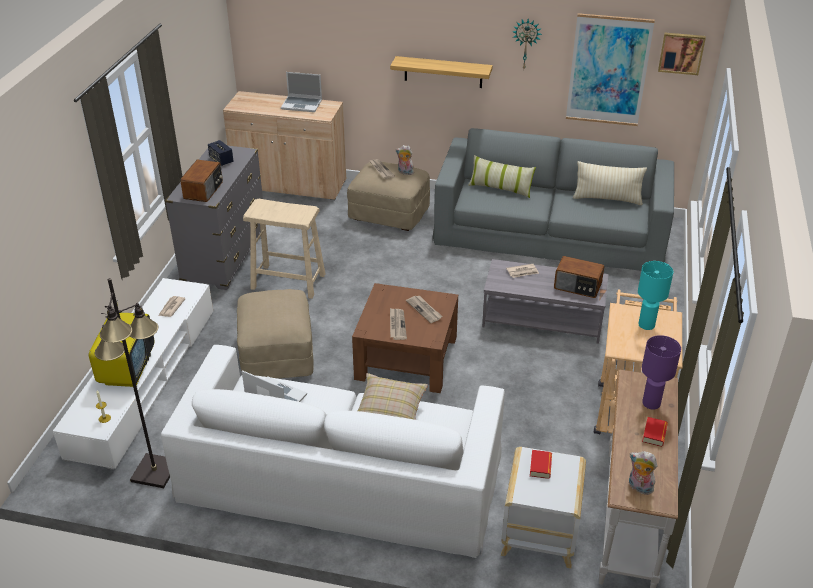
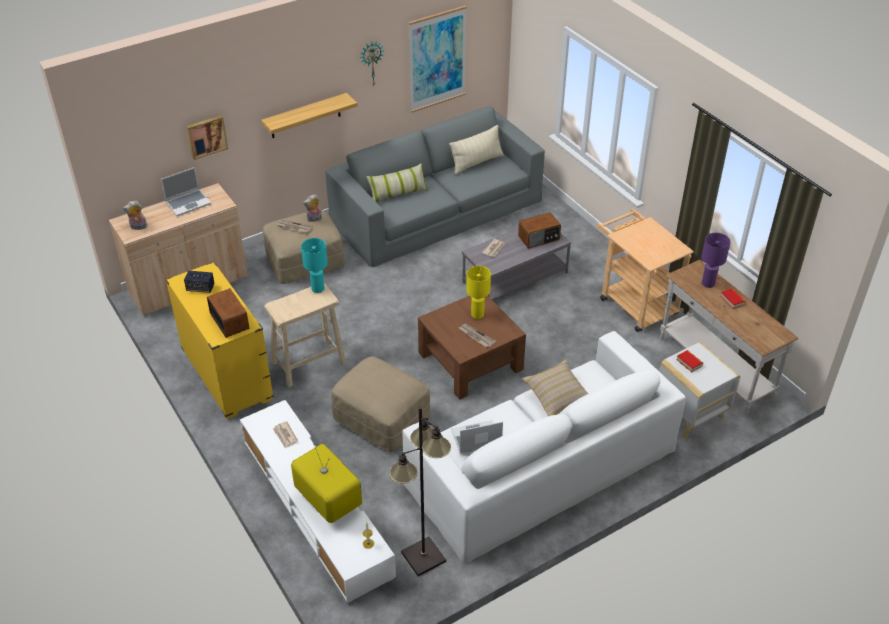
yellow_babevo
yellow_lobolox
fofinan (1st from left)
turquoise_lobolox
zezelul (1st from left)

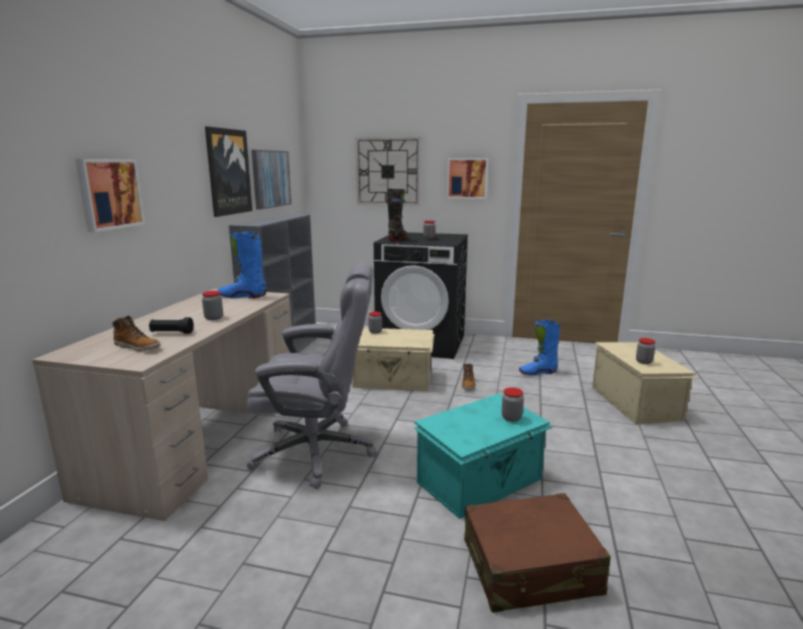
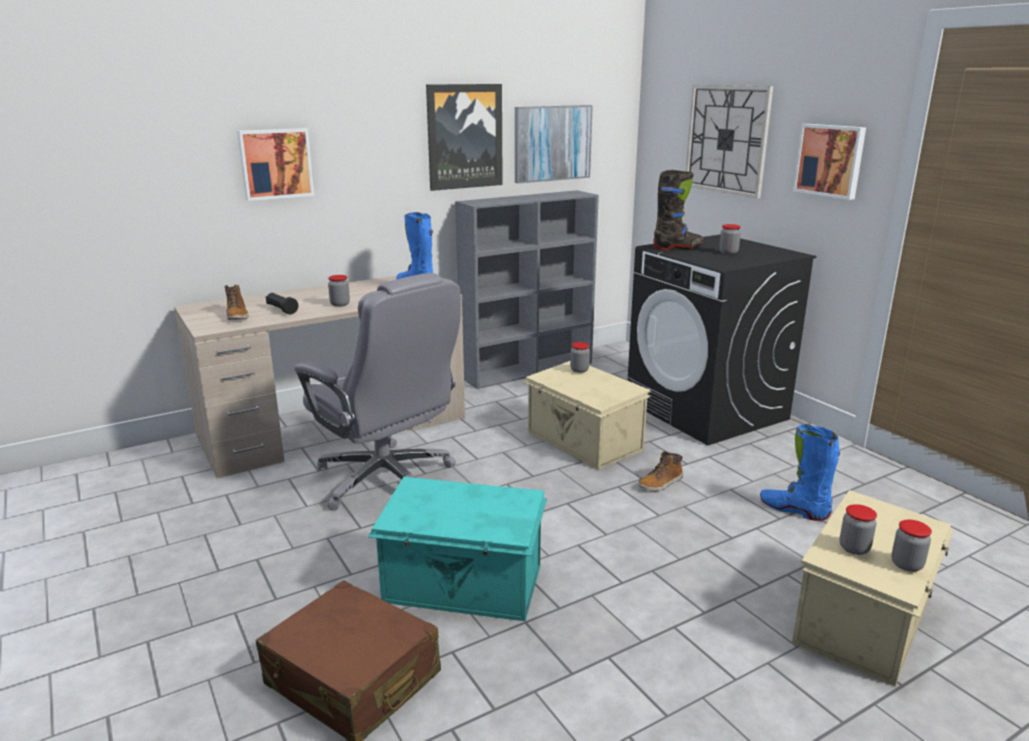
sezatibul (5th from left)

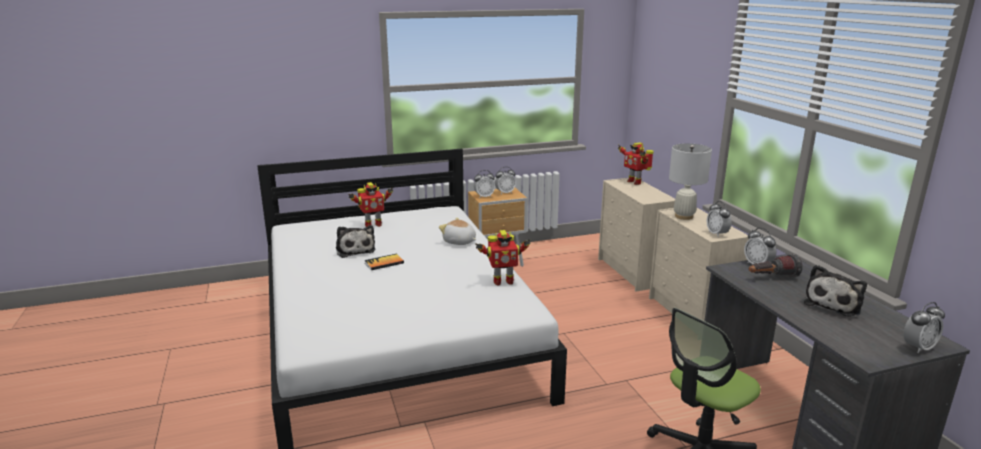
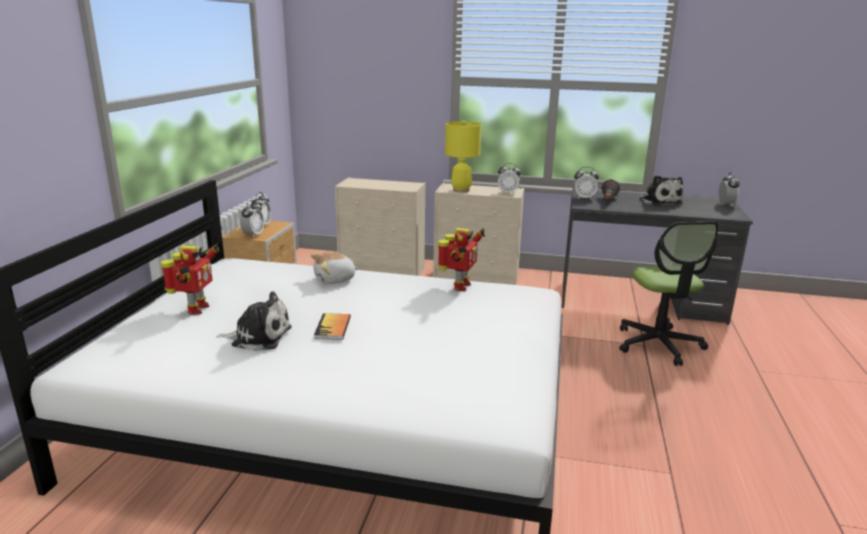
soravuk (3rd from left in the first image)
yellow_lobolox

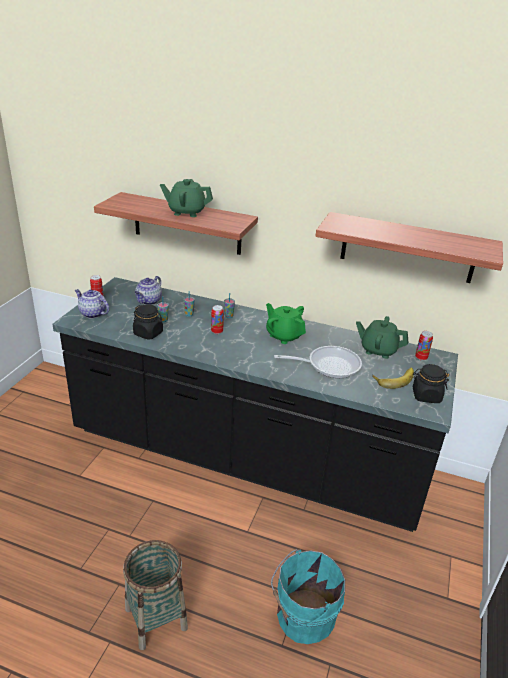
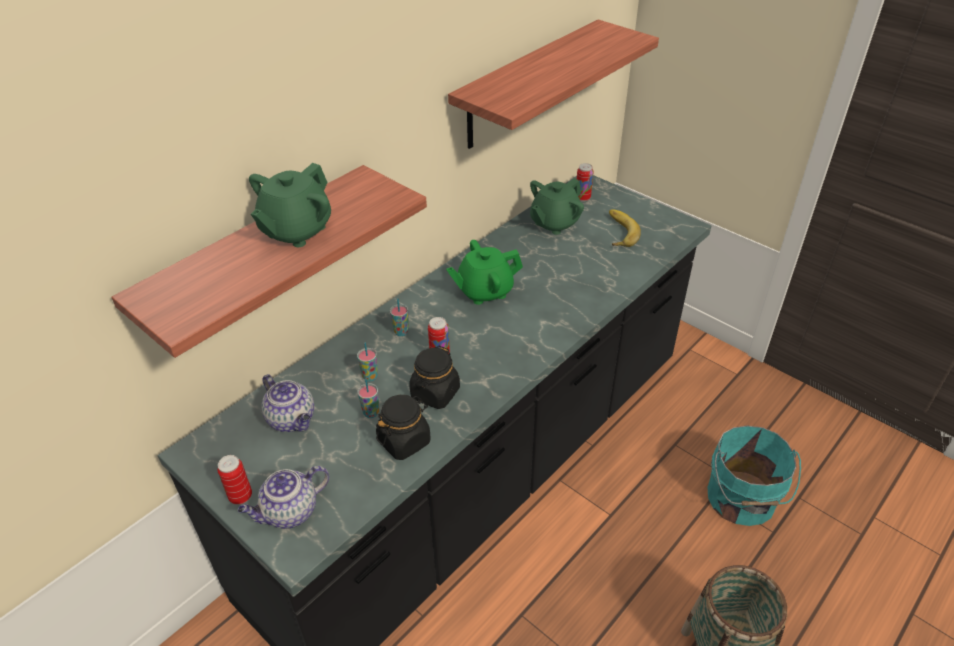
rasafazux
black_sezatibul (2nd from left)

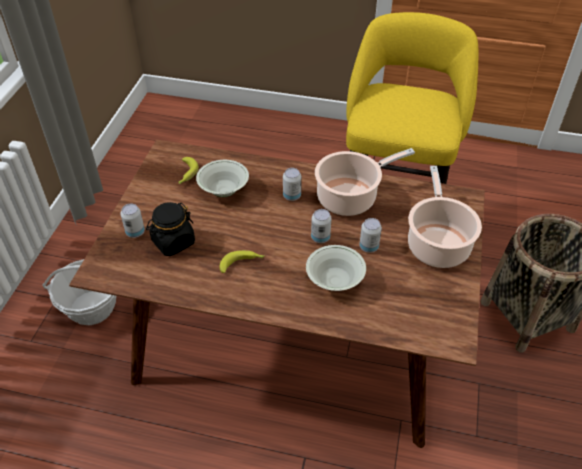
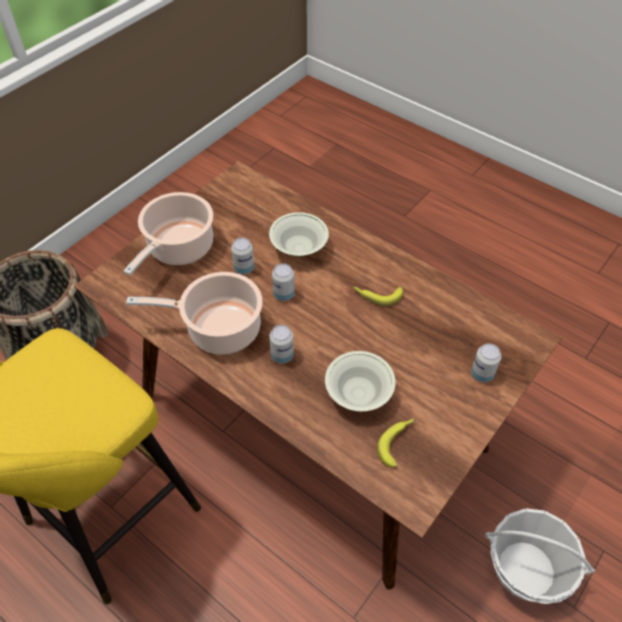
black_sezatibul

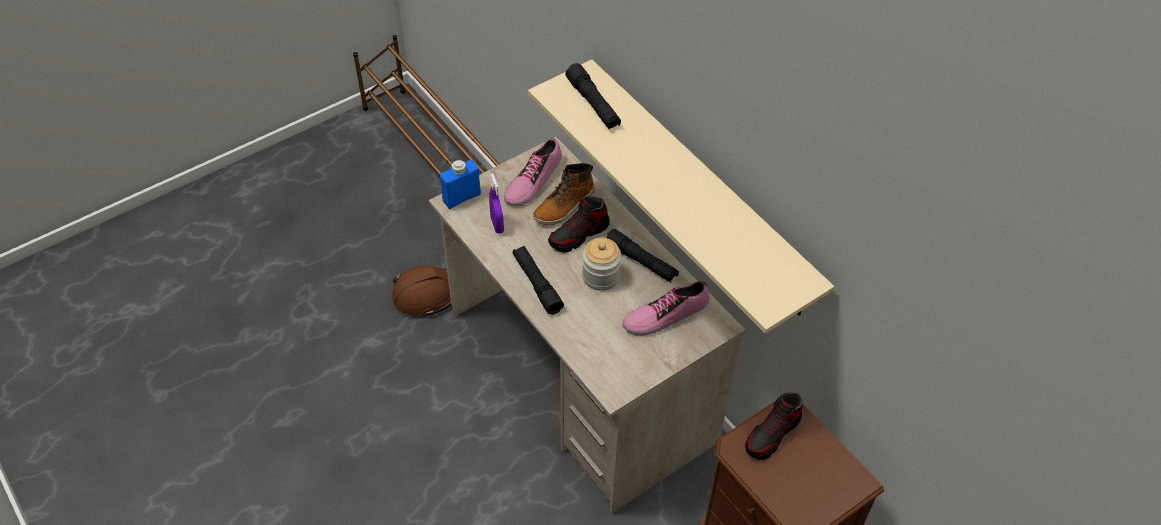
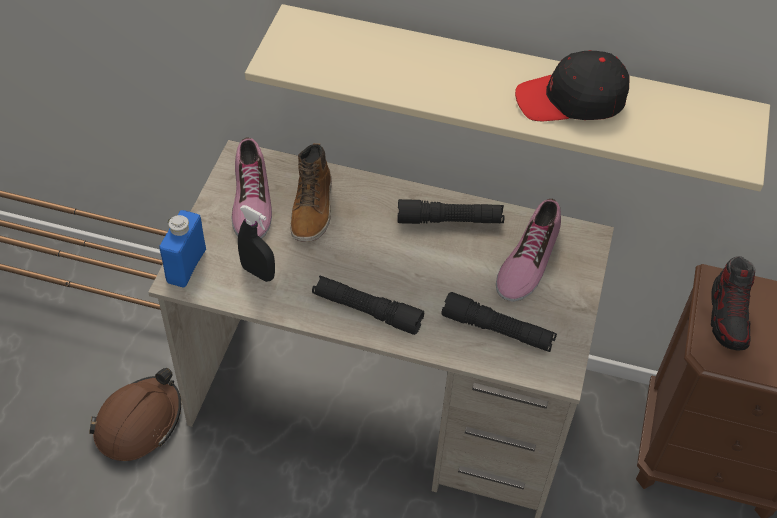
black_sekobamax
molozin (2nd from left in the first image)
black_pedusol (3rd from left)
sezatibul
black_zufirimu

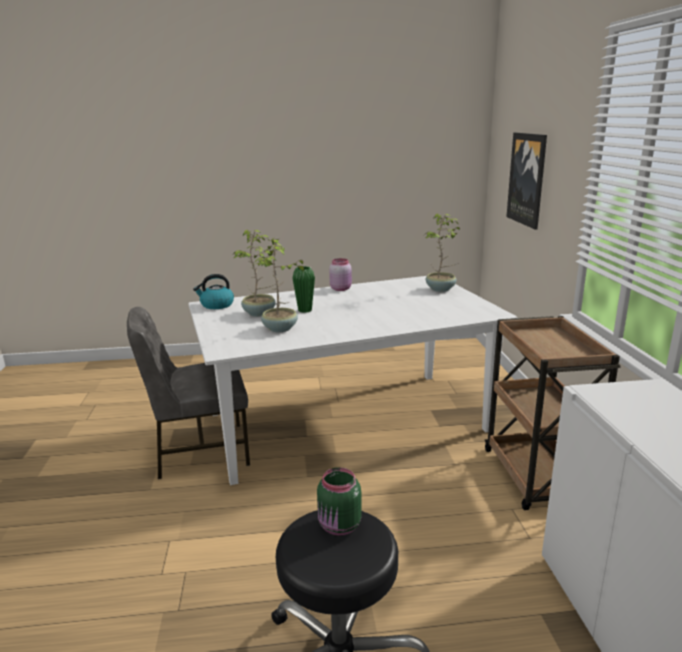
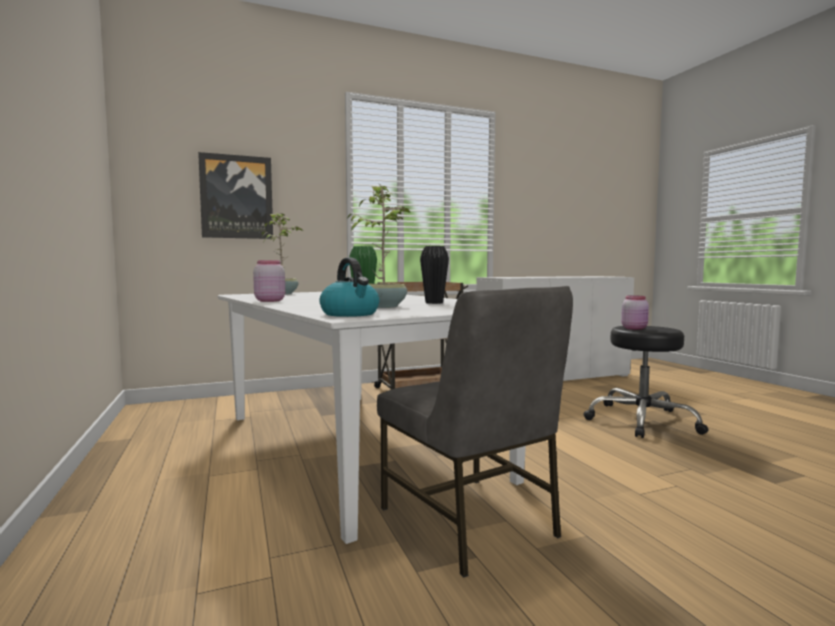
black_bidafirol
pink_sezatibul (2nd from left)

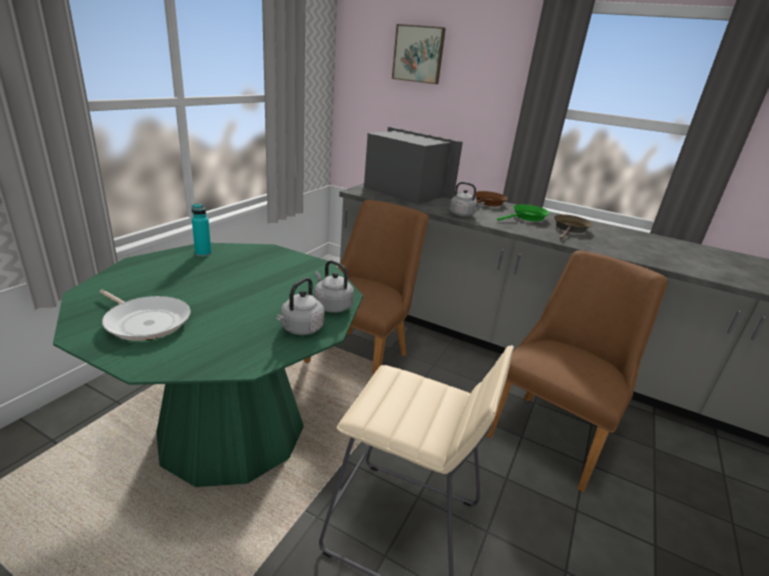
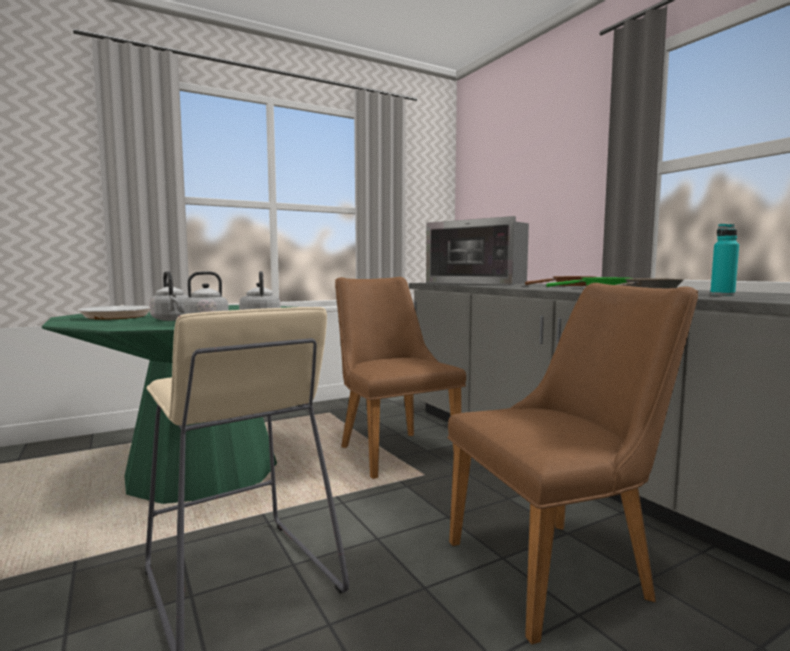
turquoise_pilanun
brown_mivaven (1st from left)
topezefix
zezelul
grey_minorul (1st from left)

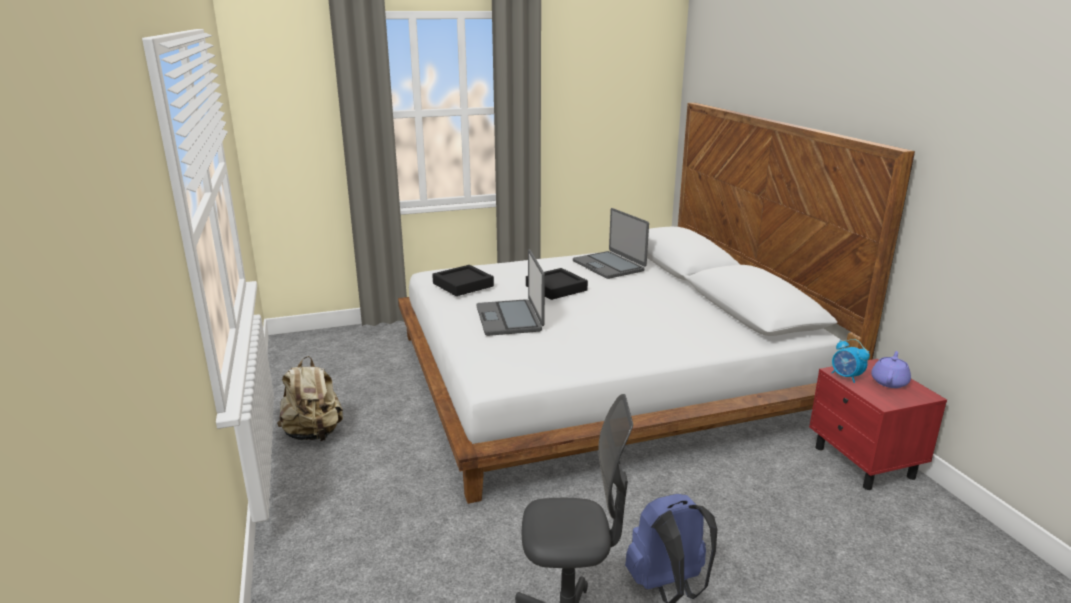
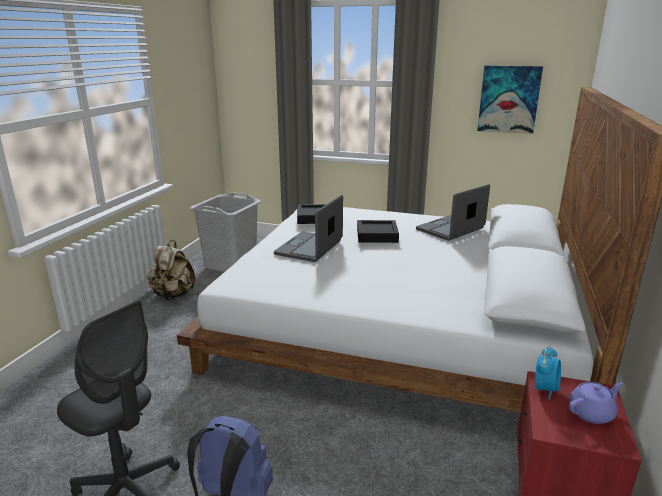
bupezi (2nd from left)
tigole
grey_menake
zezelul

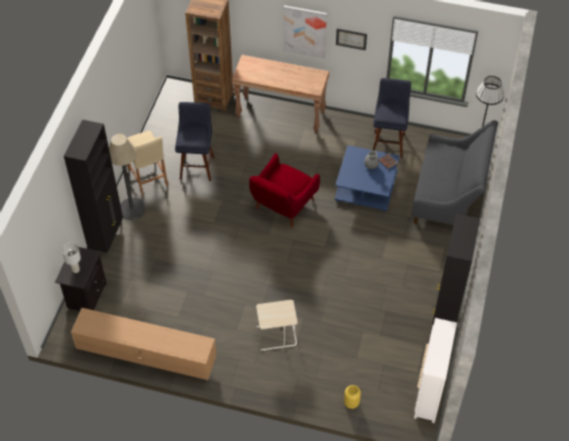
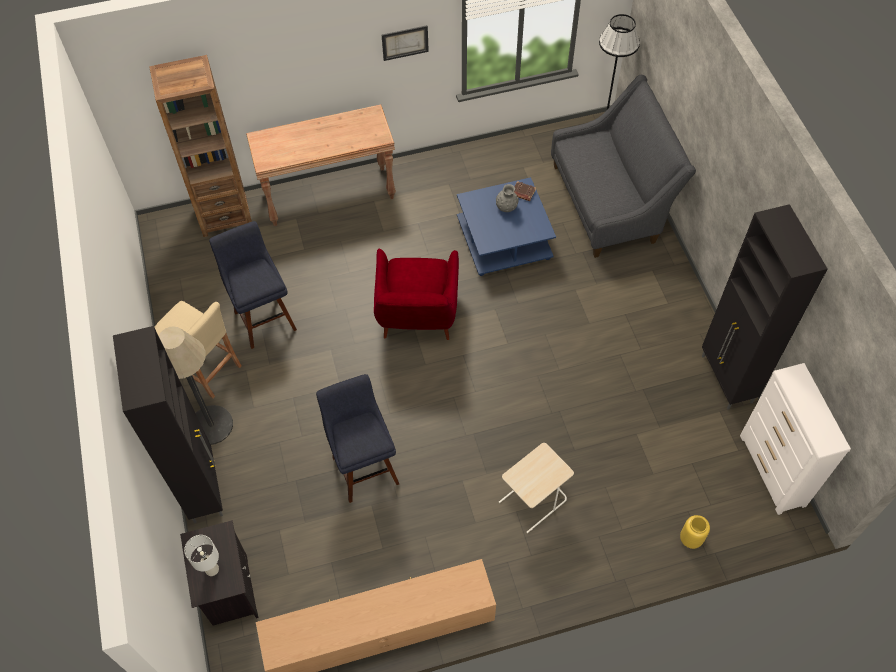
zezelul (1st from left in the first image)
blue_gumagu (2nd from left)

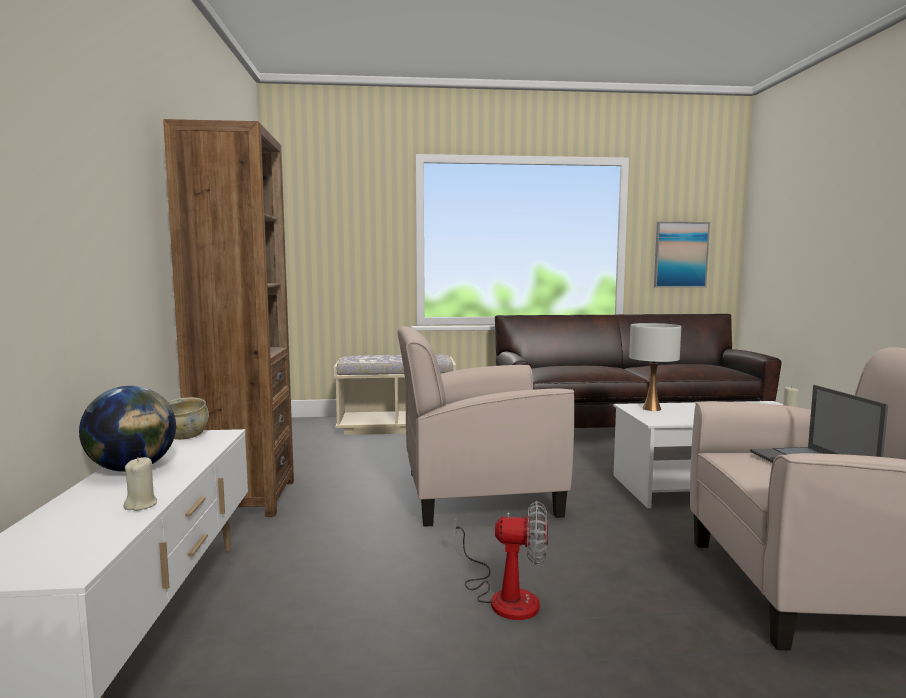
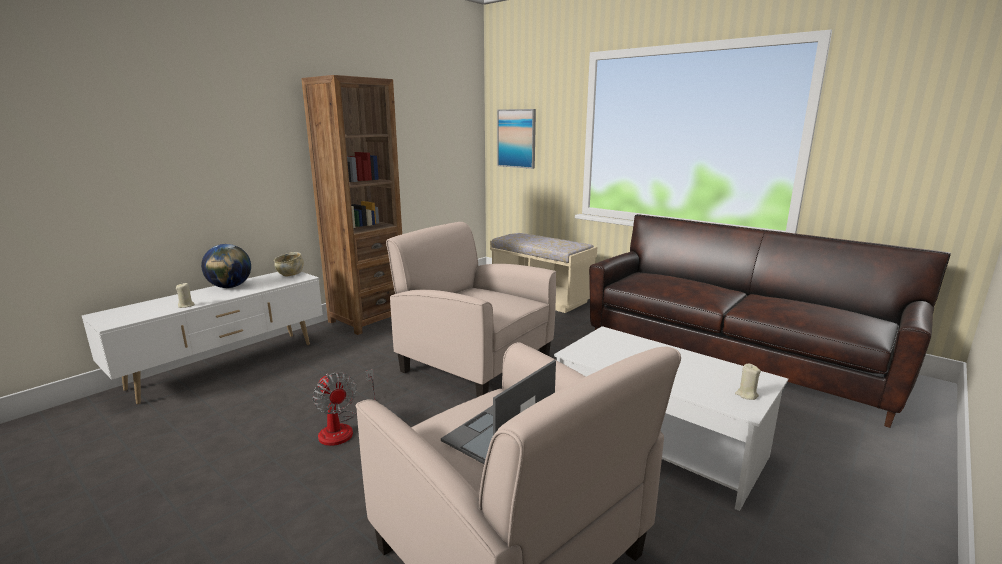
white_lobolox
zezelul

